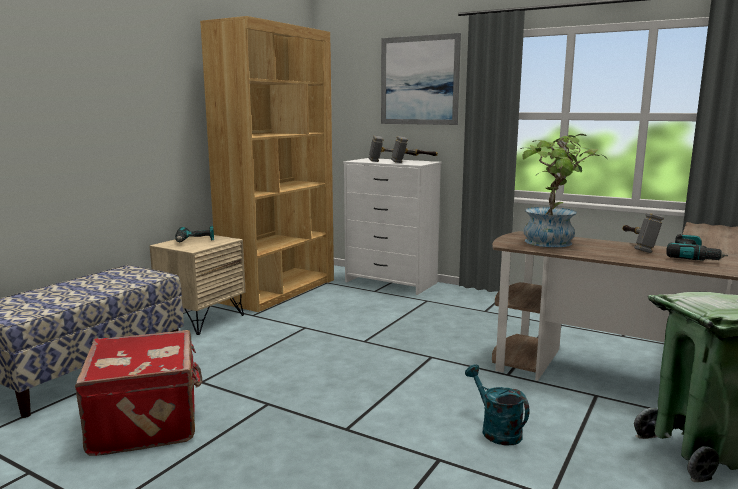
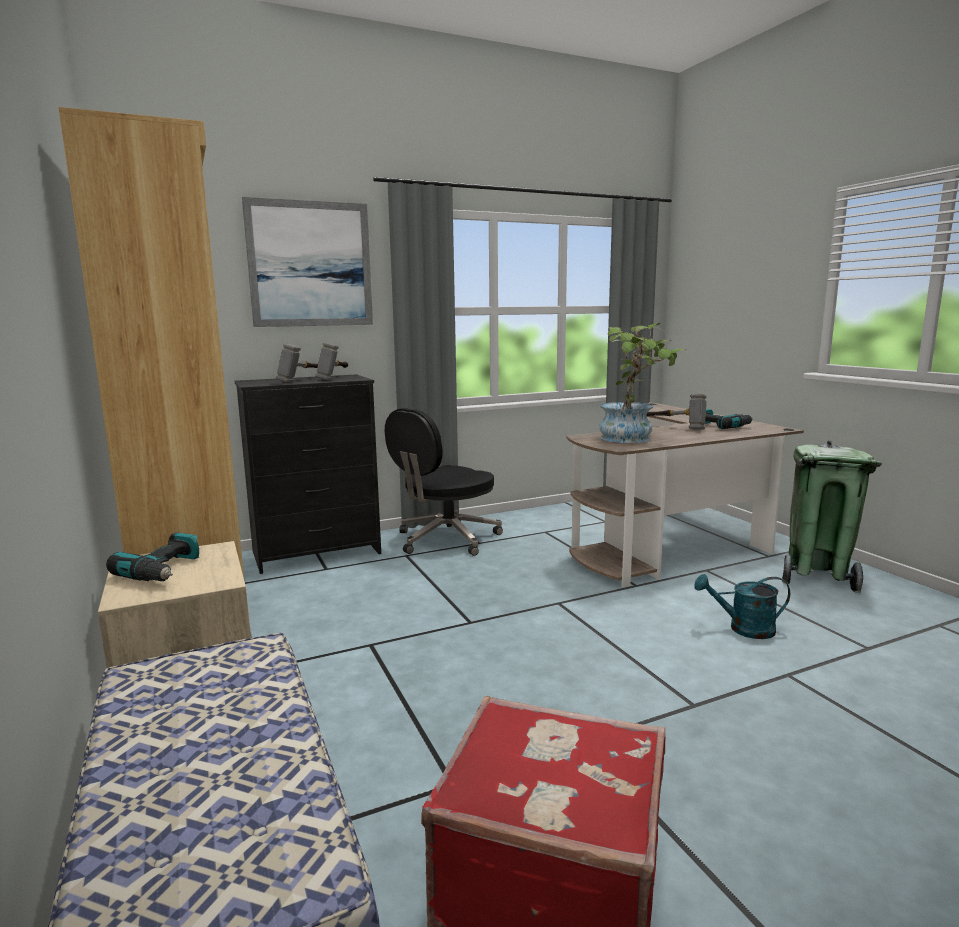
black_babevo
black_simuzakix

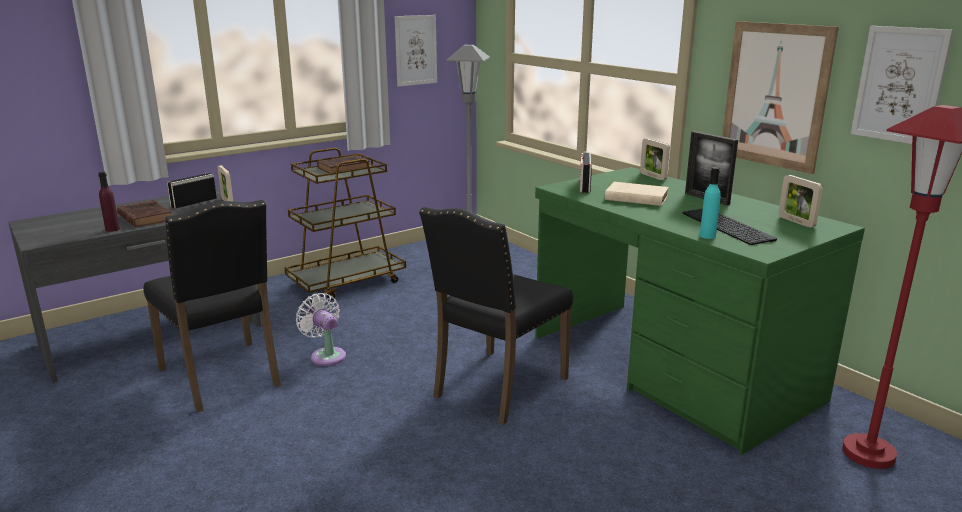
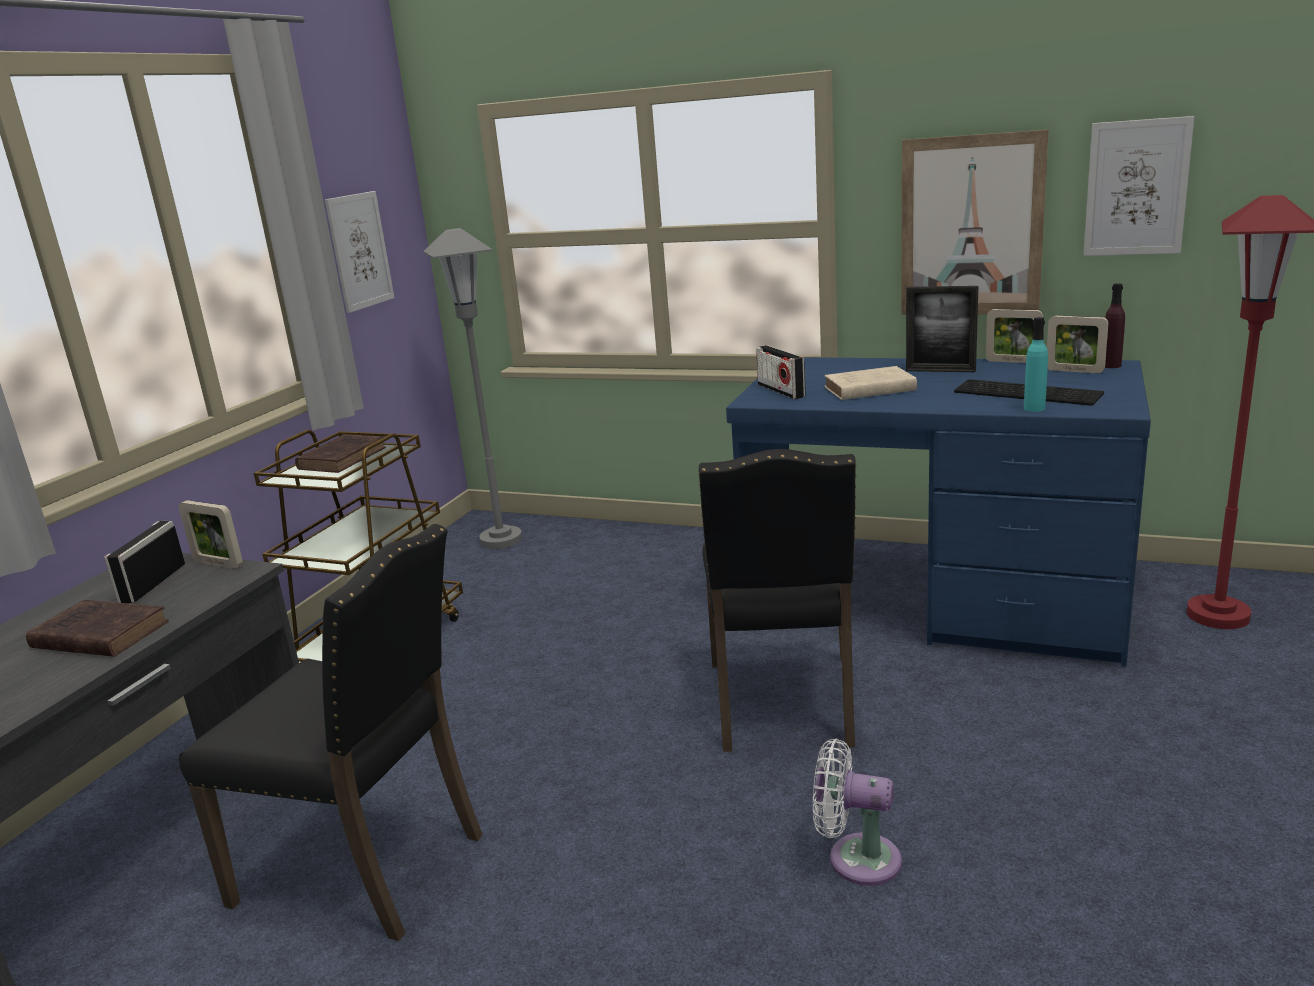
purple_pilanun
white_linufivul
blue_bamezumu
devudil (3rd from left)

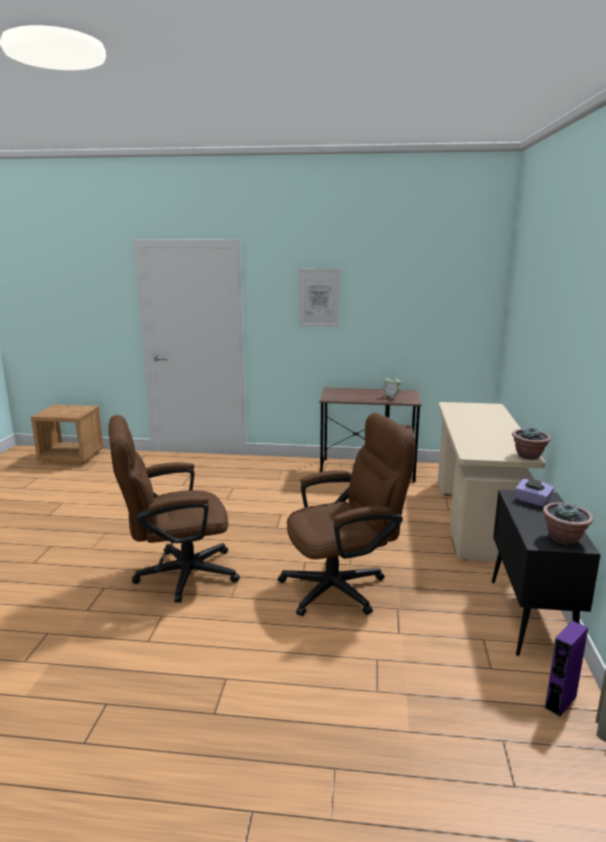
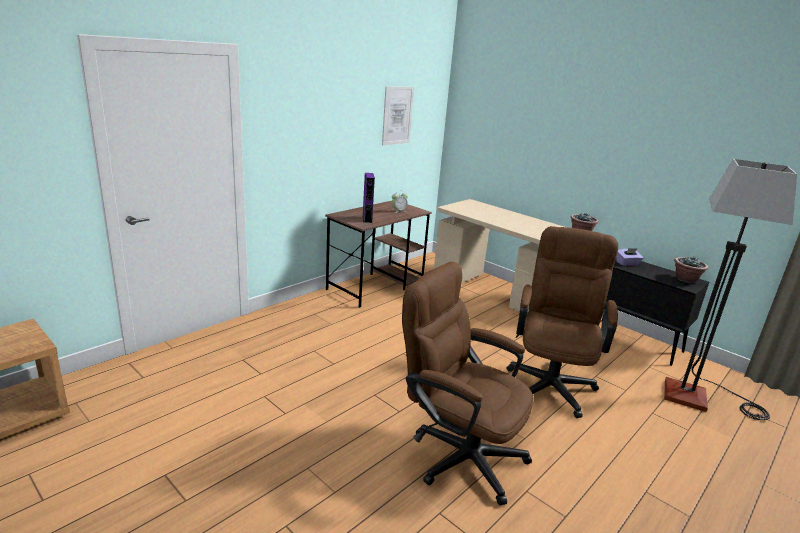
brown_simuzakix (1st from left)
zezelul
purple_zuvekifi
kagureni

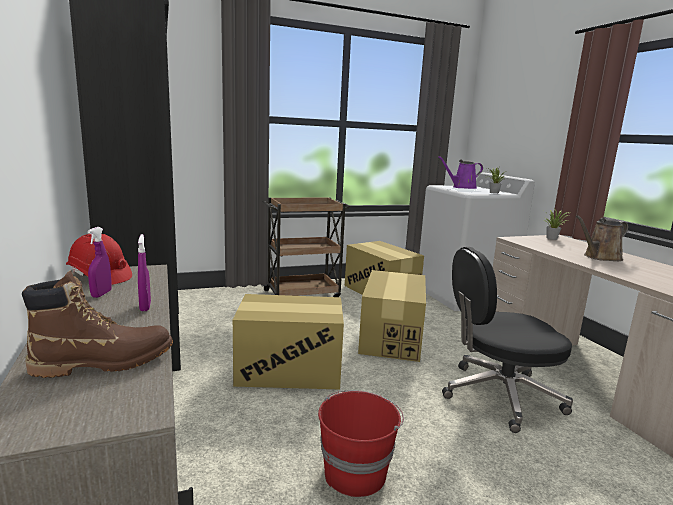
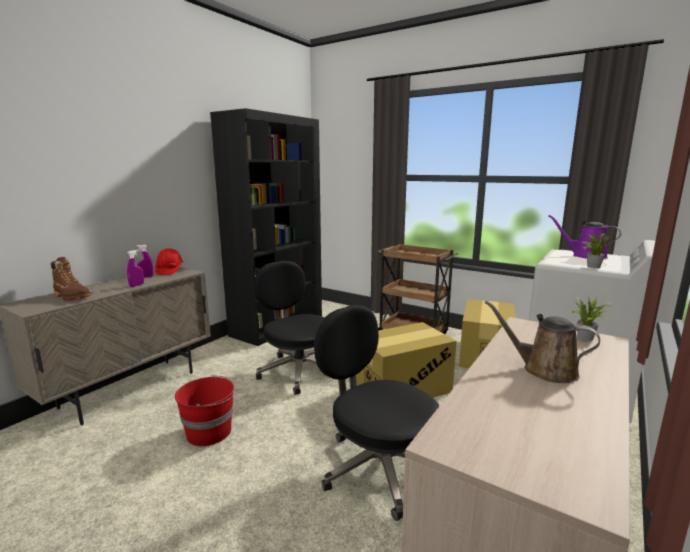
black_simuzakix (1st from left)

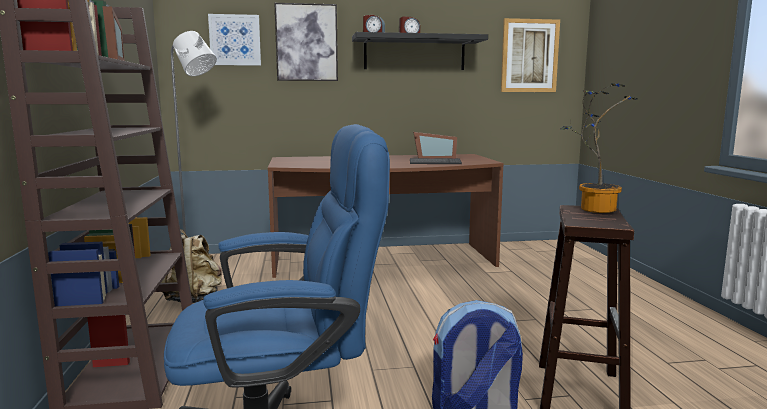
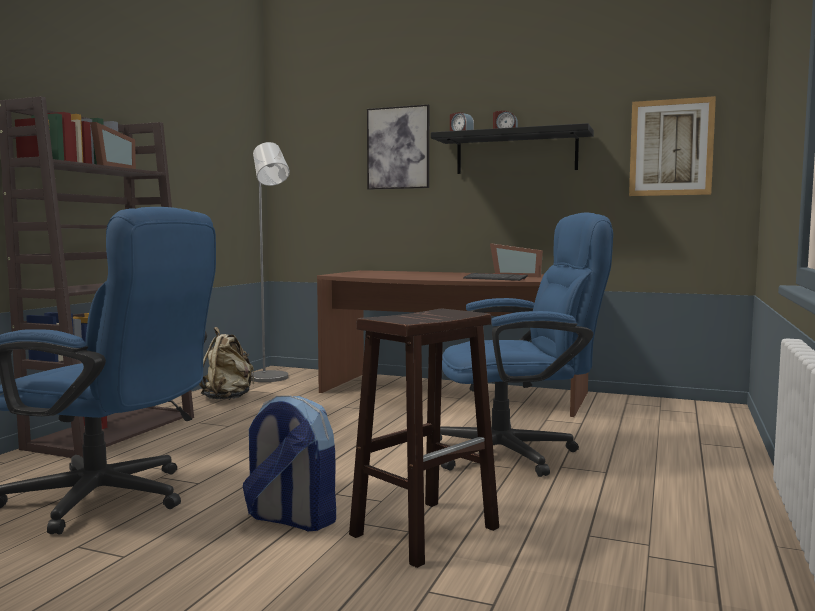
zezelul (1st from left in the first image)
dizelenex
blue_simuzakix (2nd from left)

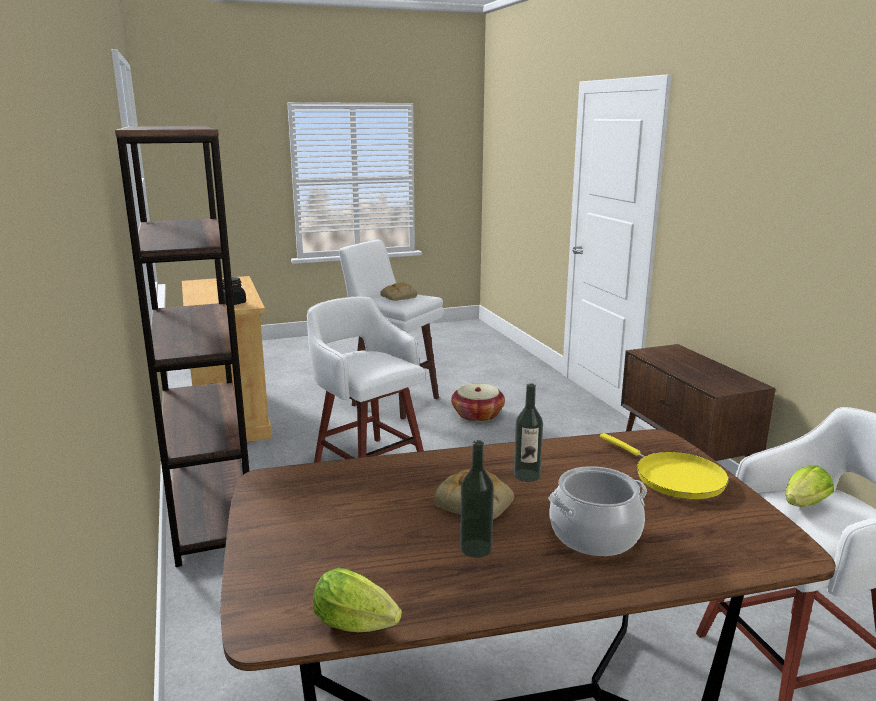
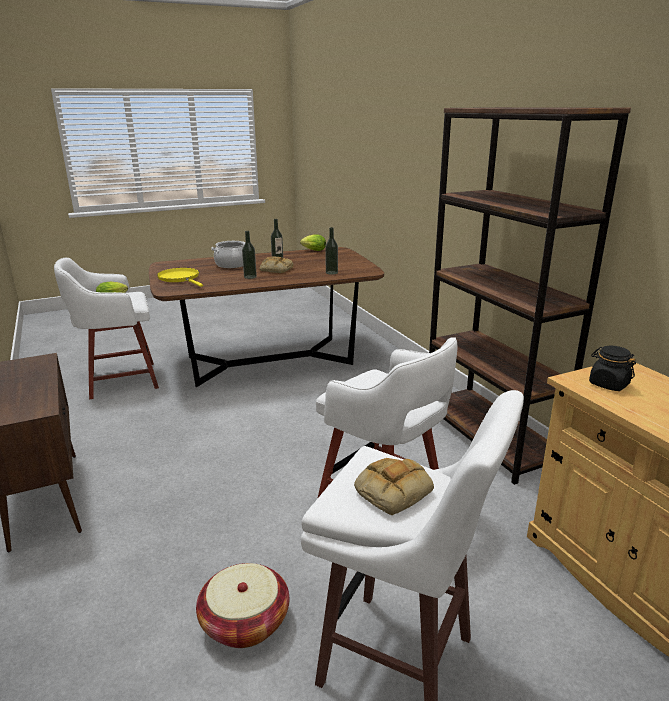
pilanun (3rd from left)

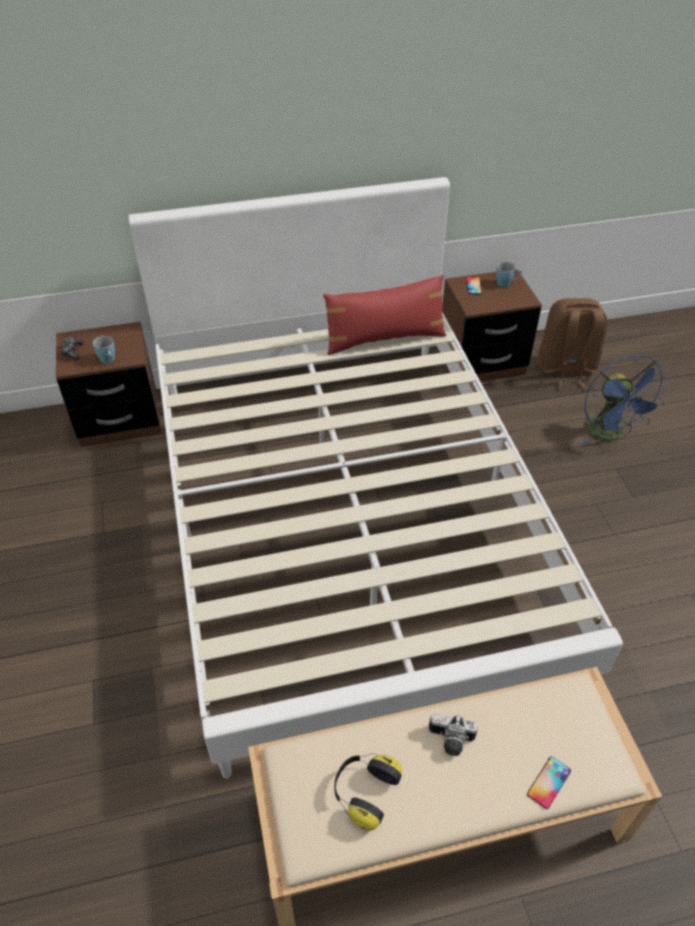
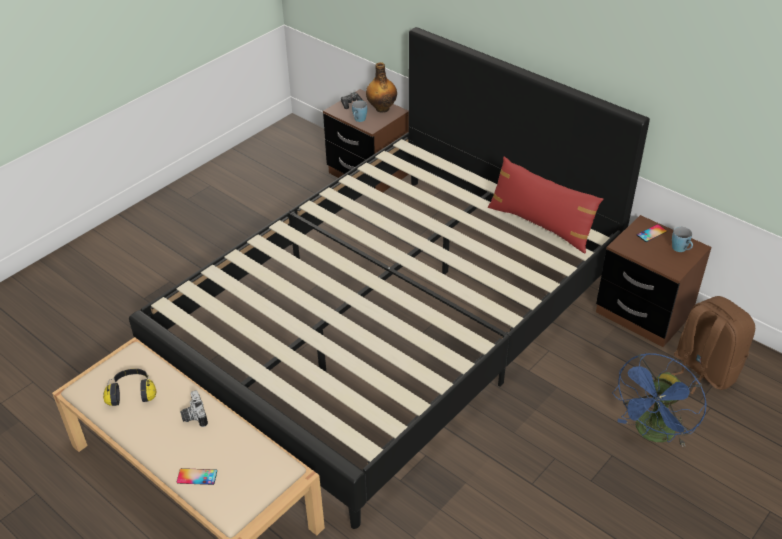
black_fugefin
pilanun

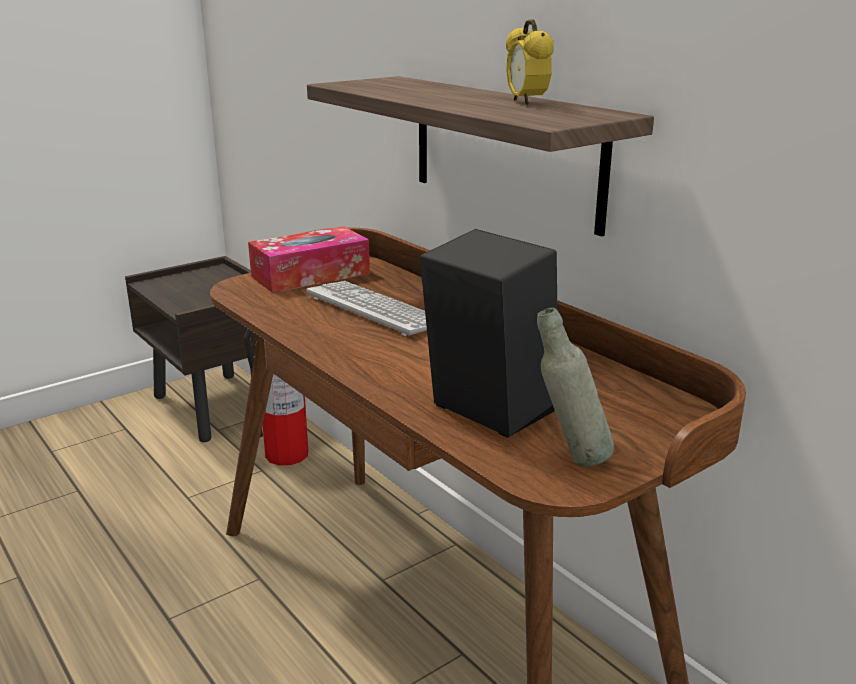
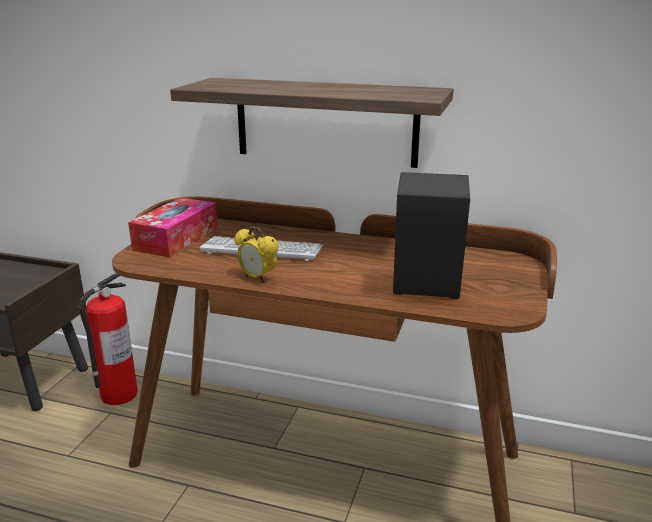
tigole
grey_pilanun

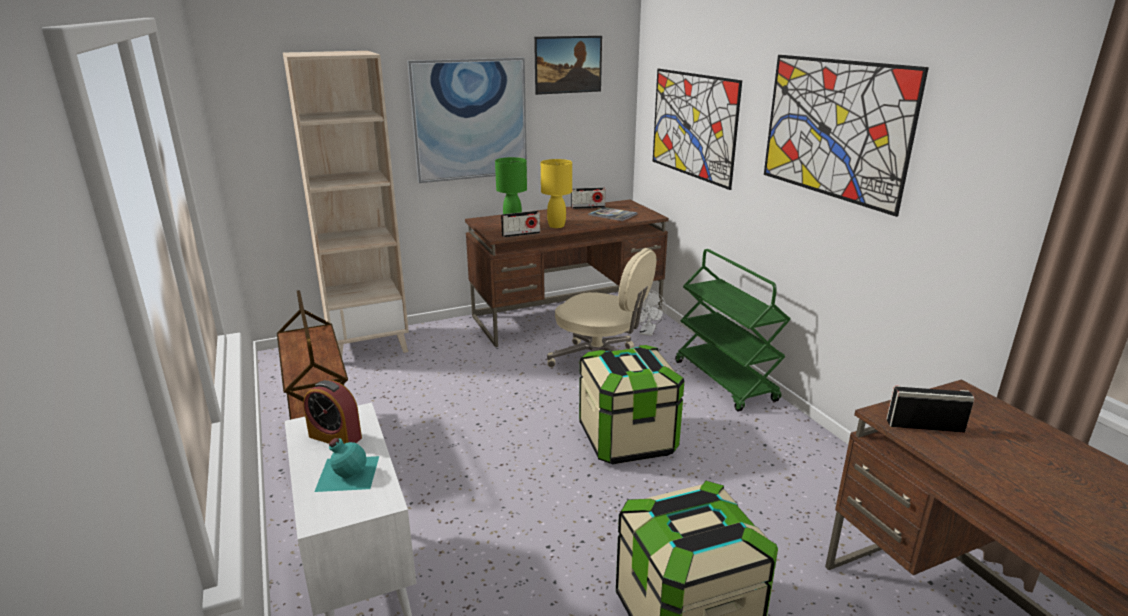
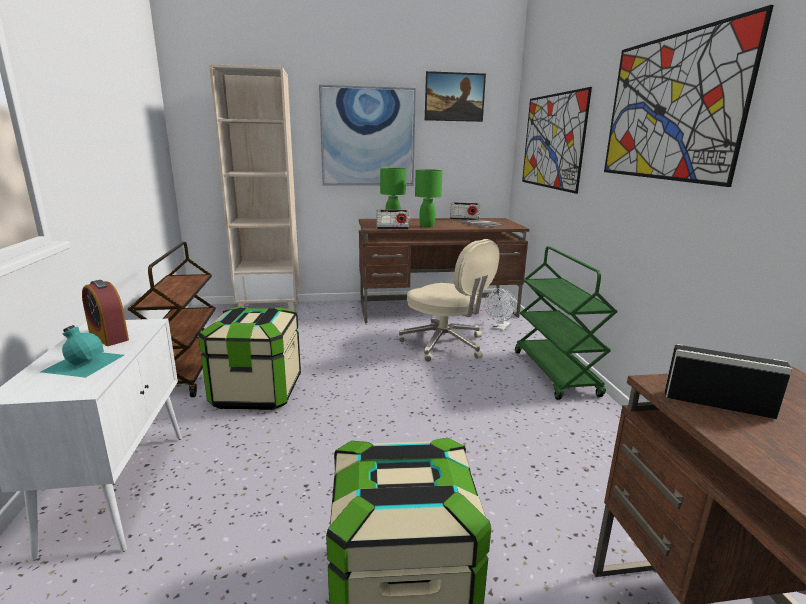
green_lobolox (2nd from left)
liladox (1st from left)

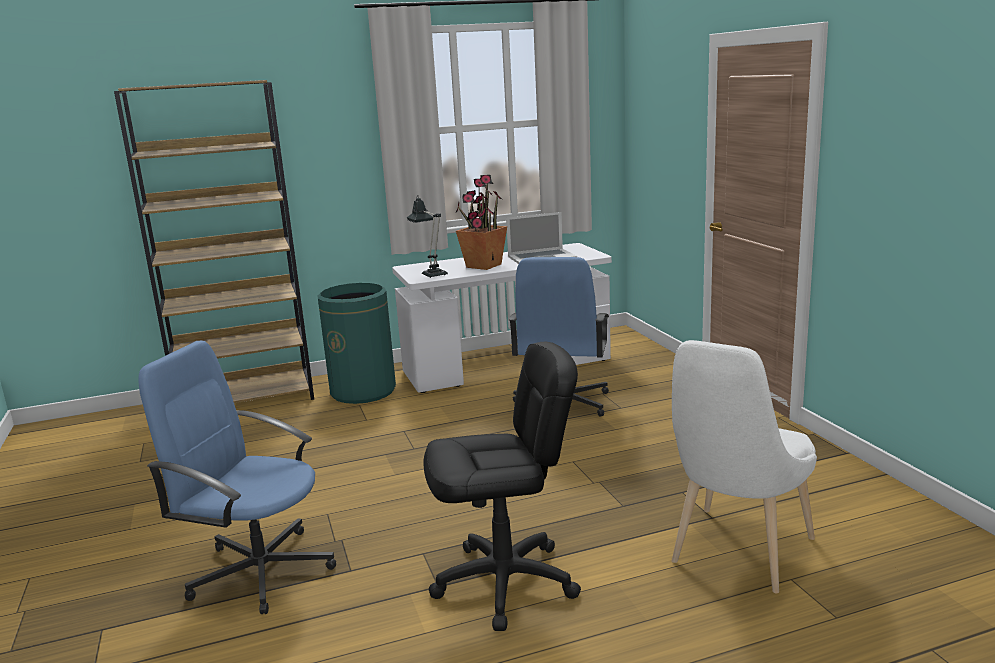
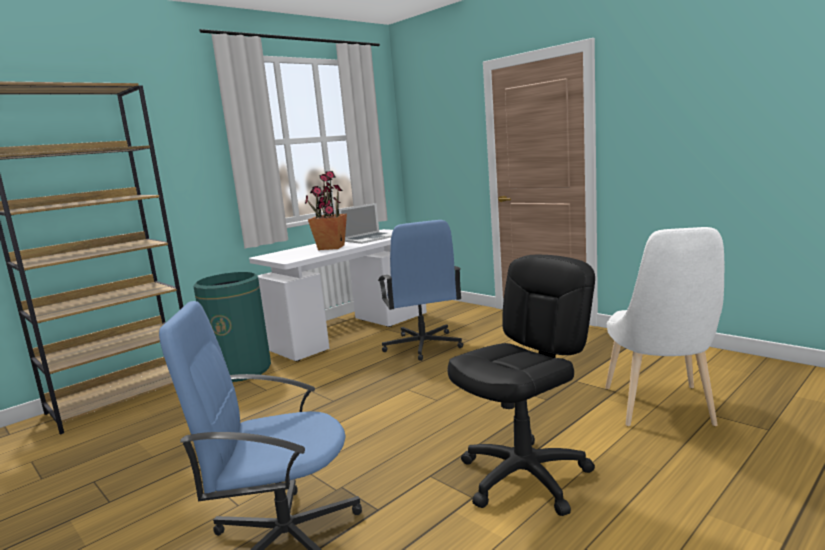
lobolox

